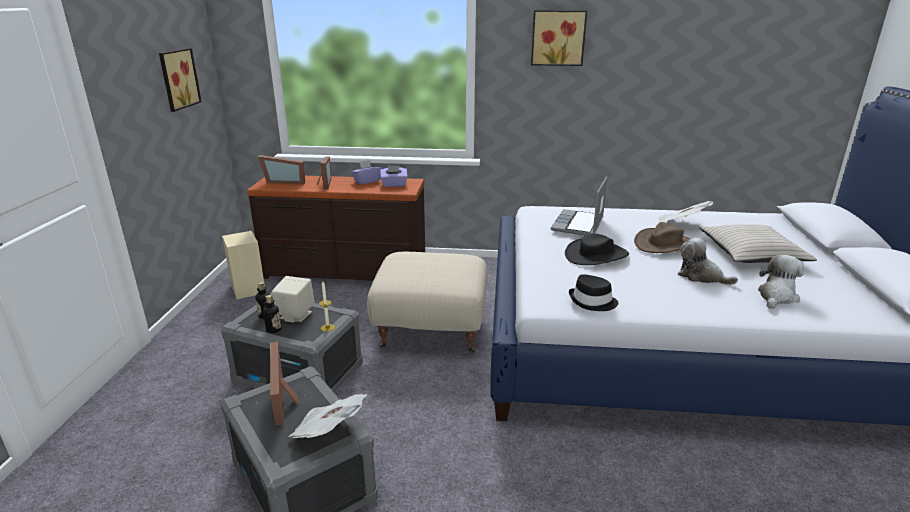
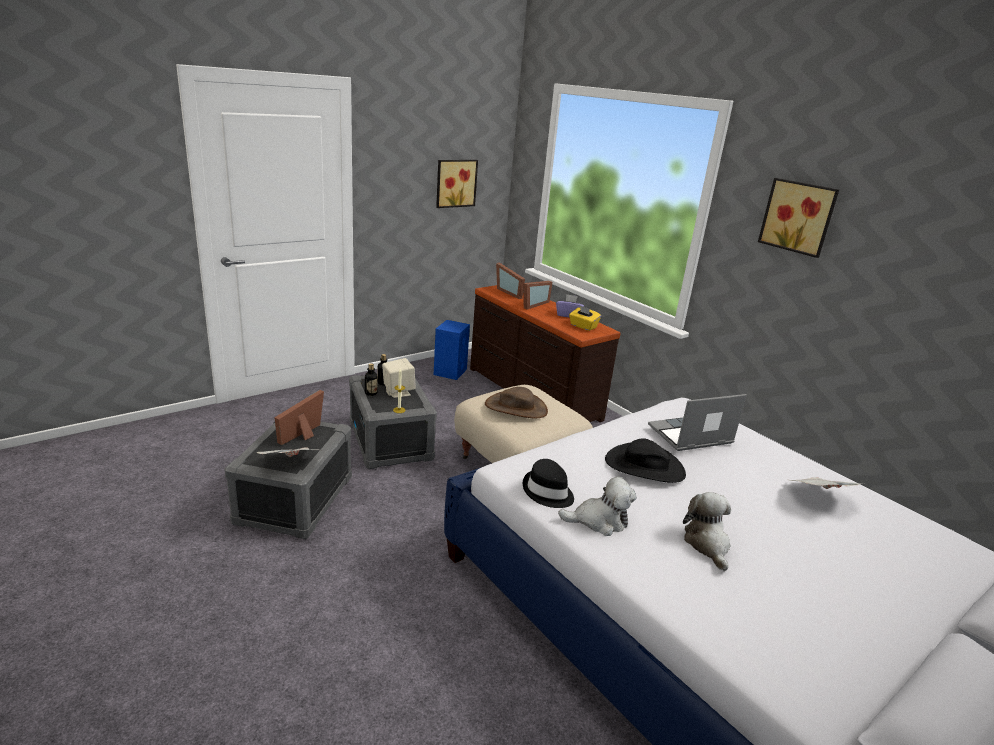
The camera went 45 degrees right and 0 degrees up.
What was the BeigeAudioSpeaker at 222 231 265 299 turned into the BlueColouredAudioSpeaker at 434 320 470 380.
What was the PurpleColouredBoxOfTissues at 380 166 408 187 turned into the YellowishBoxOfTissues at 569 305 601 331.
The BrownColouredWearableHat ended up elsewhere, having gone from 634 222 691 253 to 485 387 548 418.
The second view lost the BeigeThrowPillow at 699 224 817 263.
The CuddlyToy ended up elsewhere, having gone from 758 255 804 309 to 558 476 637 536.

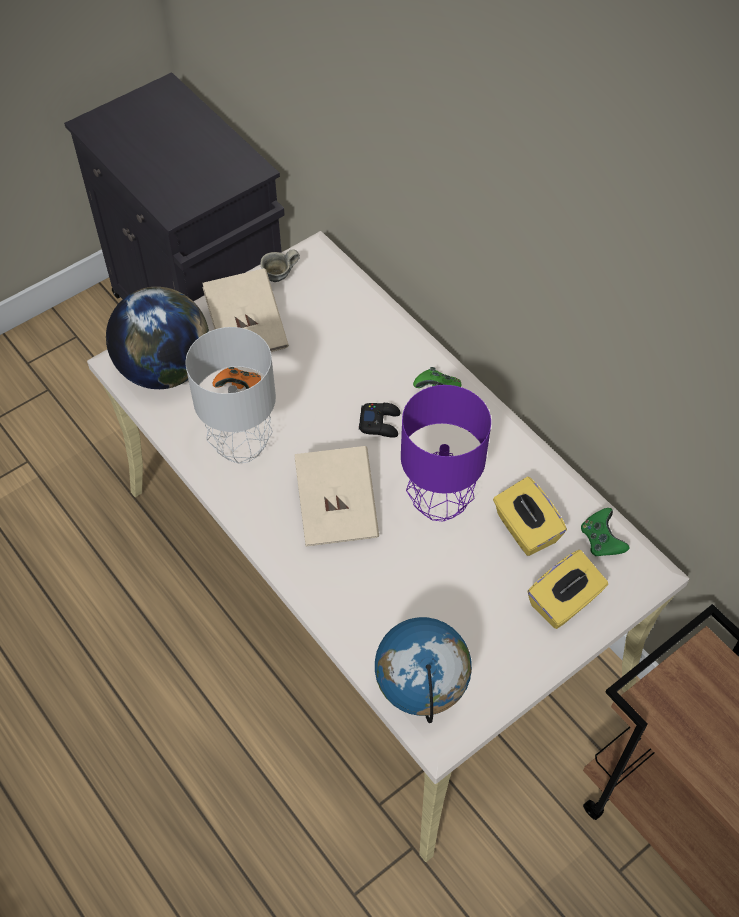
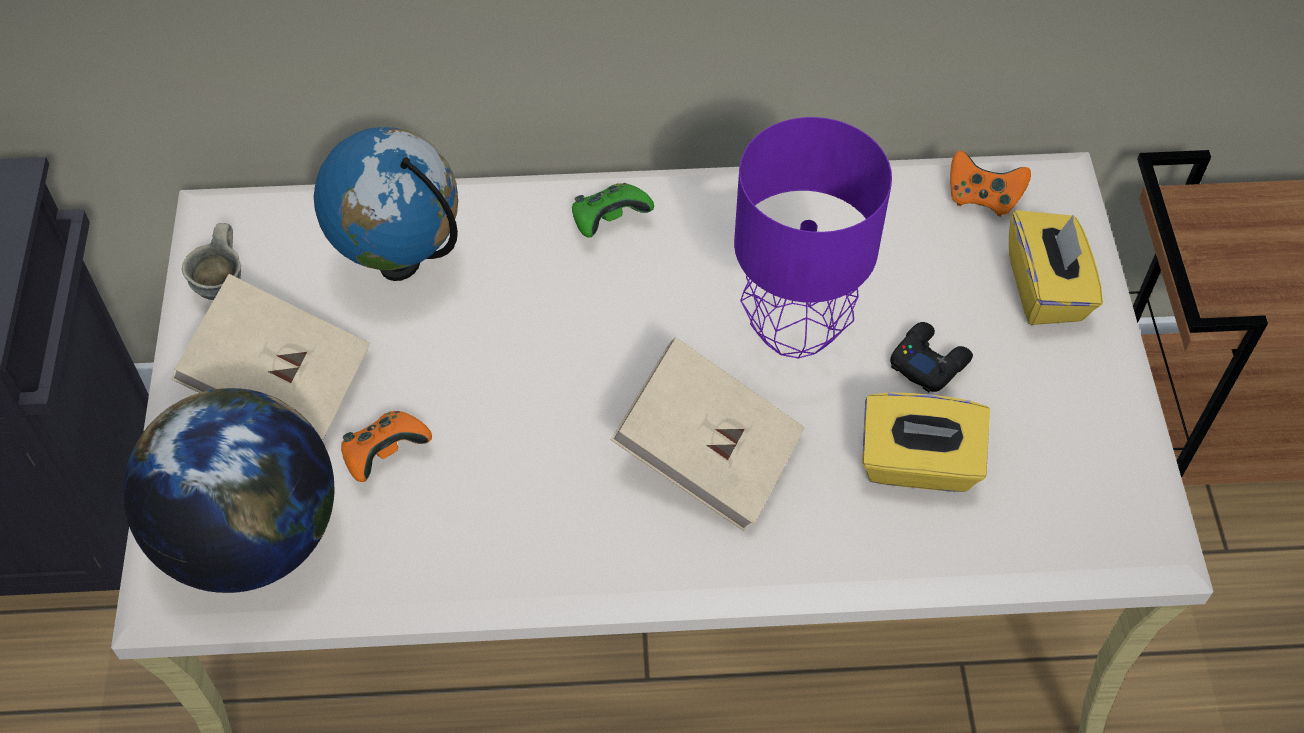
The camera went 55 degrees left and 0 degrees up.
The second view lost the GreyLampForATable at 186 327 276 464.
The BlackGamepad ended up elsewhere, having gone from 359 403 400 438 to 890 322 973 392.
The DeskGlobe ended up elsewhere, having gone from 375 617 472 723 to 314 127 458 281.
The YellowishBoxOfTissues ended up elsewhere, having gone from 493 477 567 556 to 862 392 990 492.
What was the GreenishGamepad at 581 508 630 556 turned into the OrangeyGamepad at 950 151 1031 217.

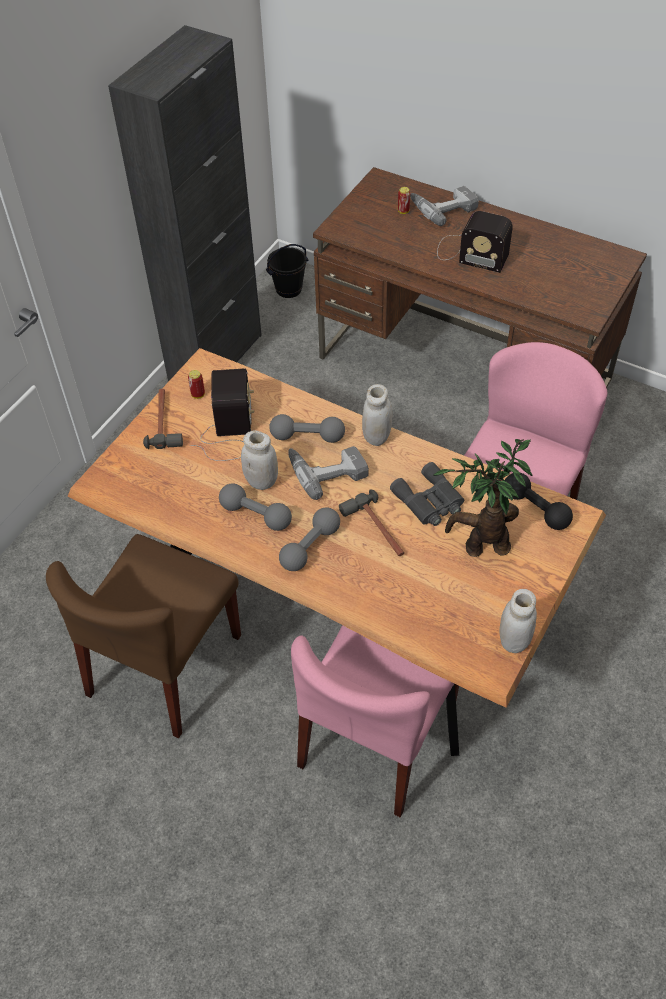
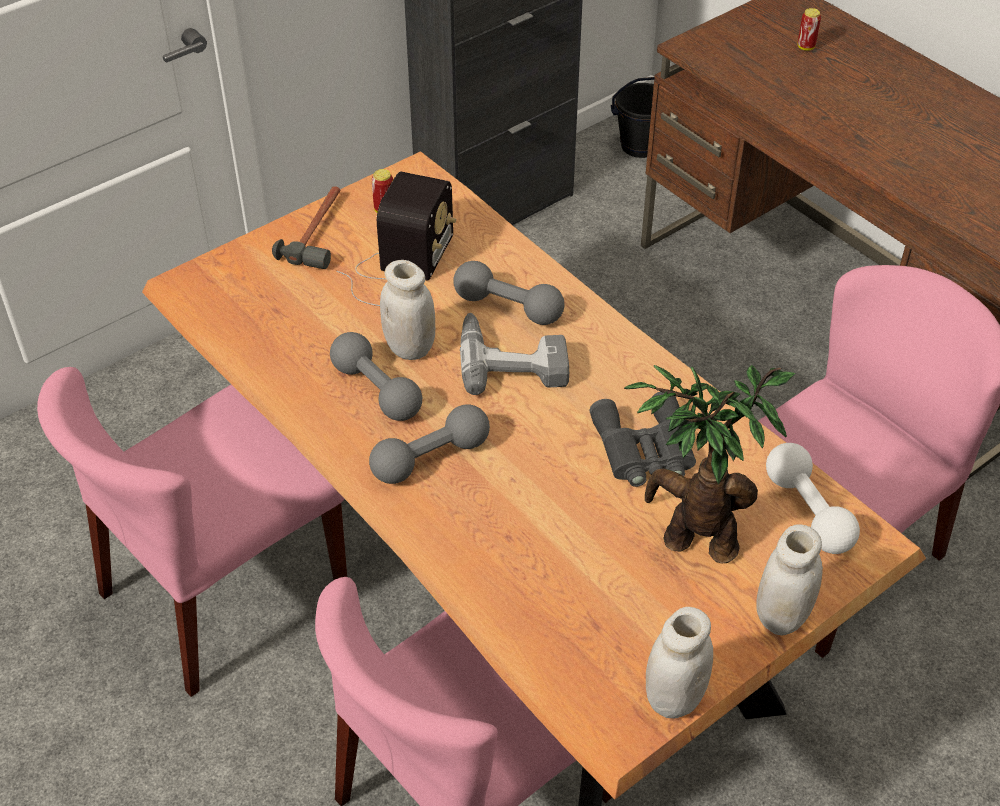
The camera went 20 degrees right and 5 degrees down.
What was the BrownColouredUprightChair at 46 534 241 738 turned into the PinkColouredUprightChair at 37 367 347 697.
The second view lost the ToolHammer at 339 490 404 556.
The WhitePreserveJar ended up elsewhere, having gone from 362 384 392 446 to 756 524 823 636.
The second view lost the PowerDrill at 410 186 479 226.
The second view lost the Radio at 437 211 513 273.
What was the BlackHandWeight at 505 473 573 530 turned into the WhiteHandWeight at 766 443 860 554.

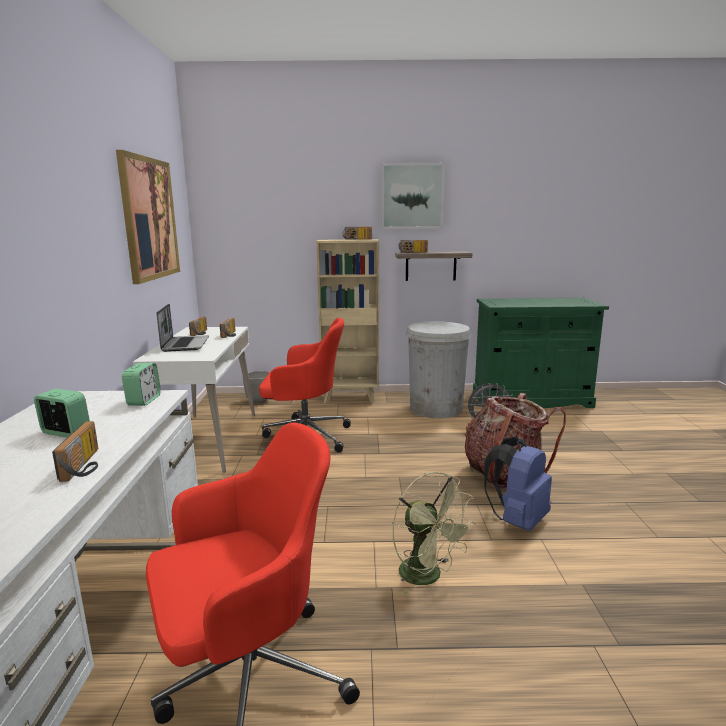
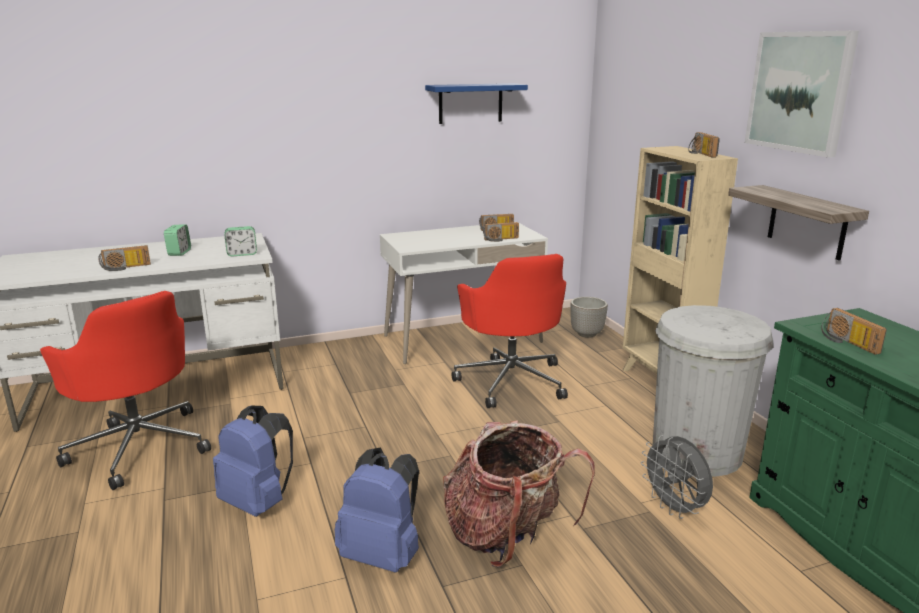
The camera went 70 degrees right and 5 degrees up.
Where the WallArt hung at 116 150 180 284, the BlueColouredBracketShelf came to hang at 425 83 528 124.
The second view lost the Laptop at 157 304 209 352.
Where the GreenishElectricFan stood at 393 472 476 597, the BlueColouredKnapsack came to stand at 213 406 293 517.
The Radio ended up elsewhere, having gone from 399 240 428 253 to 821 308 887 355.

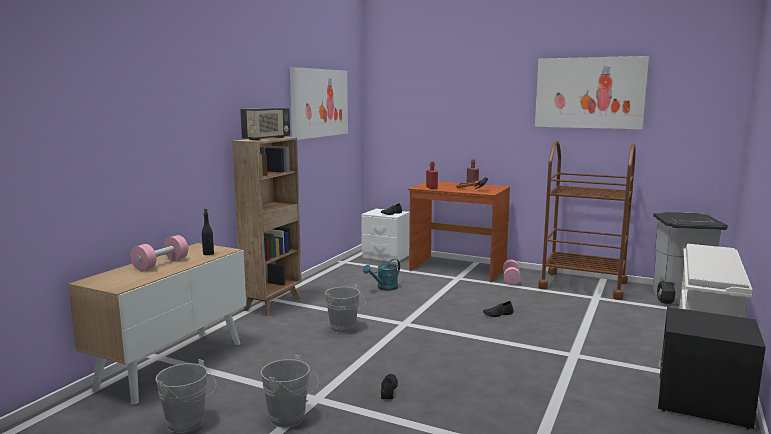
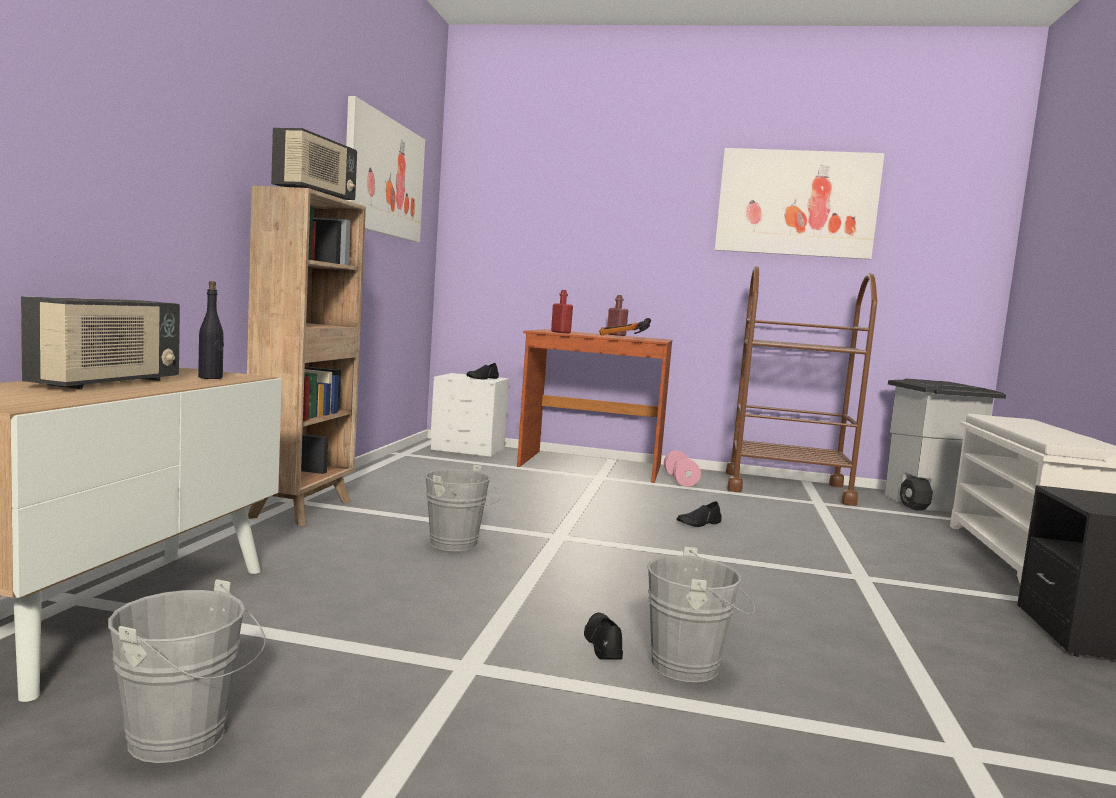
The camera went 15 degrees left and 5 degrees down.
Where the PinkColouredHandWeight stood at 130 235 188 271, the Radio came to stand at 21 296 180 389.
The GreyWaterBucket ended up elsewhere, having gone from 260 355 319 428 to 647 547 755 683.
The second view lost the BlueGreenWateringPot at 363 259 400 291.

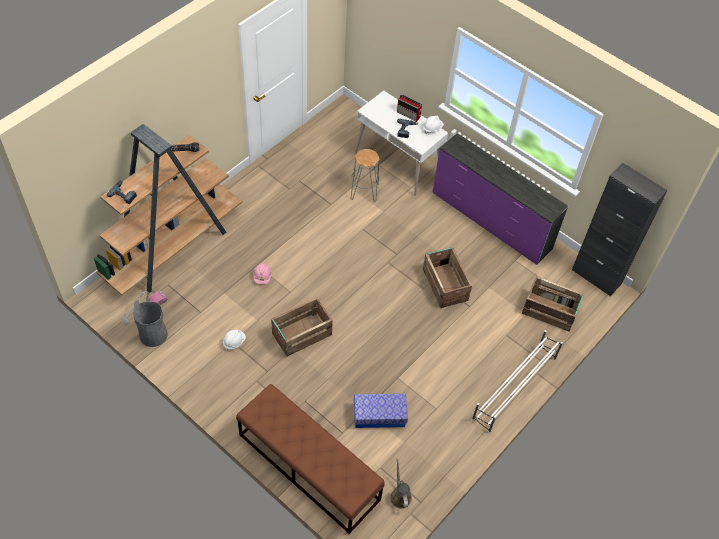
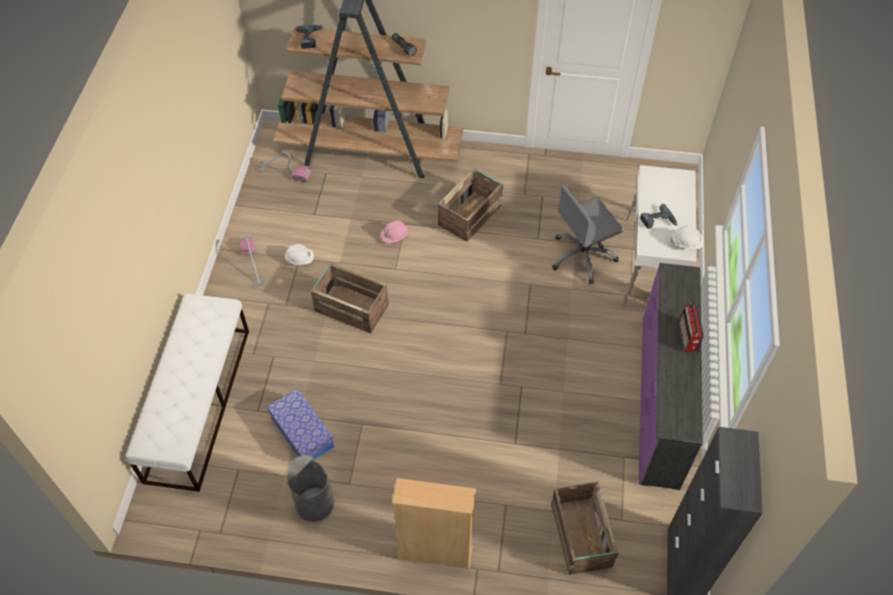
The camera went 60 degrees right and 0 degrees up.
The GreyWasteBin ended up elsewhere, having gone from 133 300 168 347 to 287 455 334 522.
What was the BrownColouredBench at 236 384 385 534 turned into the WhiteBench at 125 294 249 492.
Where the GreyStool stood at 351 149 380 202, the GreyComputerChair came to stand at 552 185 624 284.
The second view lost the BrownColouredWateringPot at 390 459 412 509.
The Radio ended up elsewhere, having gone from 397 95 422 122 to 679 303 704 352.
The PackingCrate ended up elsewhere, having gone from 423 247 472 308 to 438 168 503 242.
Where the WhiteShoeRack stood at 472 330 563 433, the BeigeBookshelf came to stand at 392 478 476 569.
The second view gained the Hoover at 239 236 266 287.

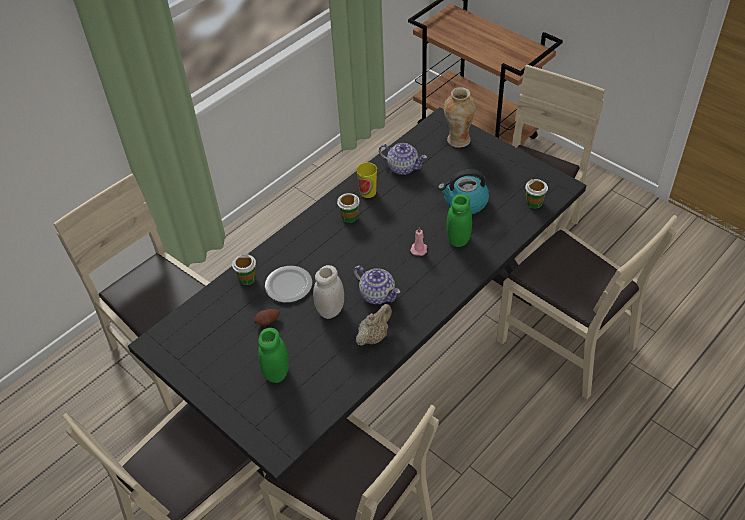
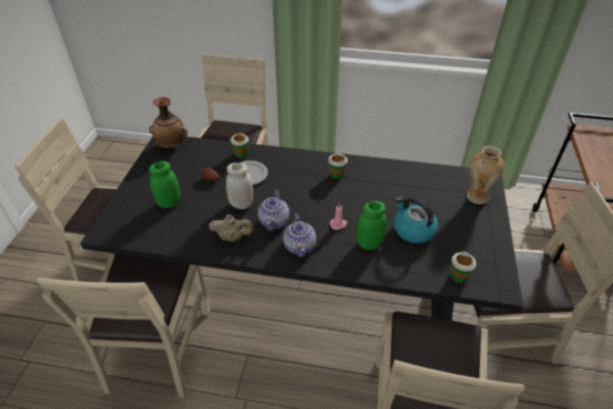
The camera went 55 degrees right and 5 degrees down.
The second view lost the DrinkingCup at 356 162 377 198.
The Teapot ended up elsewhere, having gone from 379 143 427 175 to 283 214 316 257.
The second view gained the Vase at 149 97 187 148.

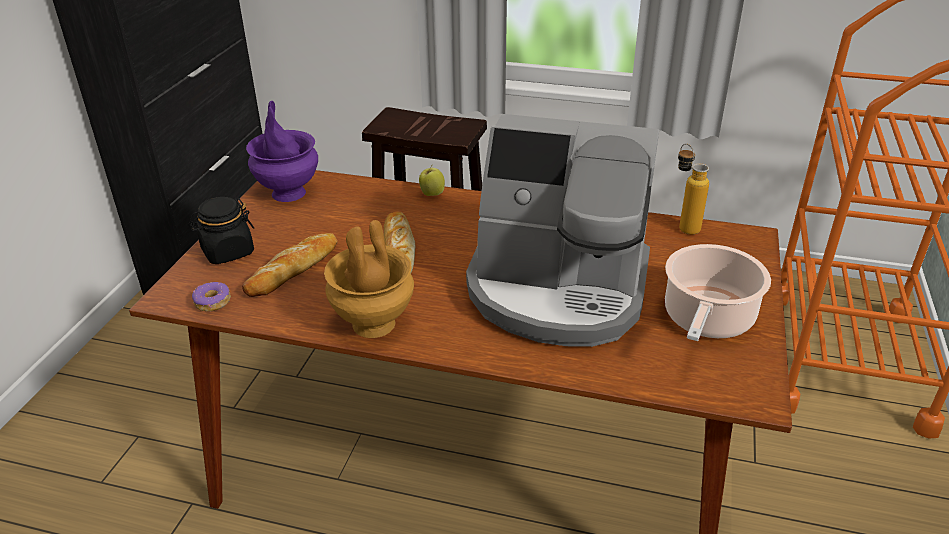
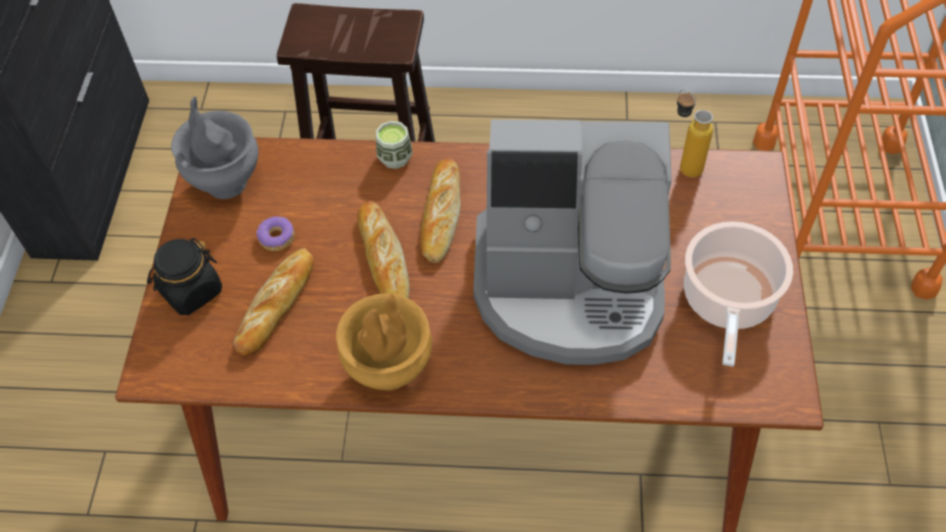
The camera went 10 degrees left and 20 degrees up.
The Doughnut ended up elsewhere, having gone from 192 282 231 312 to 256 217 294 251.
What was the PurpleColouredVase at 246 101 318 202 turned into the GreyVase at 171 96 258 199.
Where the Apple stood at 419 164 445 196, the DrinkingCup came to stand at 376 121 412 169.
The second view gained the BakedBread at 421 158 461 263.

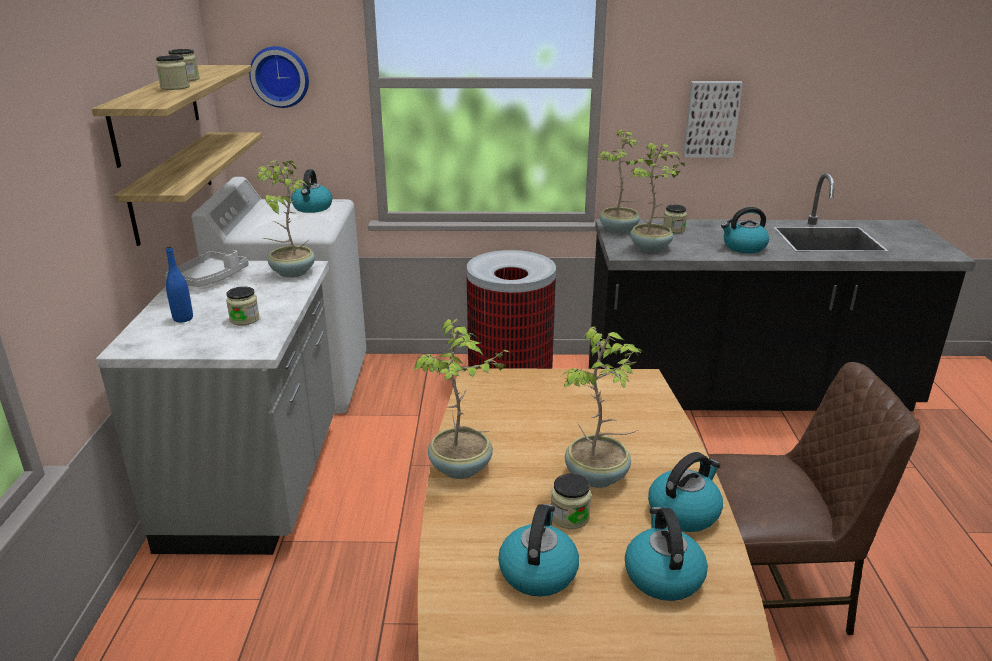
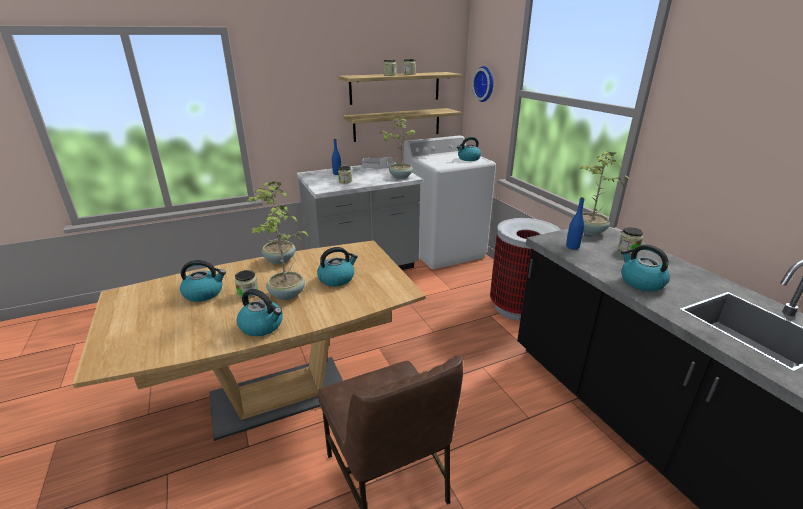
The camera went 65 degrees right and 0 degrees up.
The WaterKettle ended up elsewhere, having gone from 625 507 708 601 to 317 247 358 287.
Where the PottedPlant stood at 630 142 685 252, the BlueColouredBeverageBottle came to stand at 566 197 584 250.
The second view lost the WallArt at 683 81 743 158.

